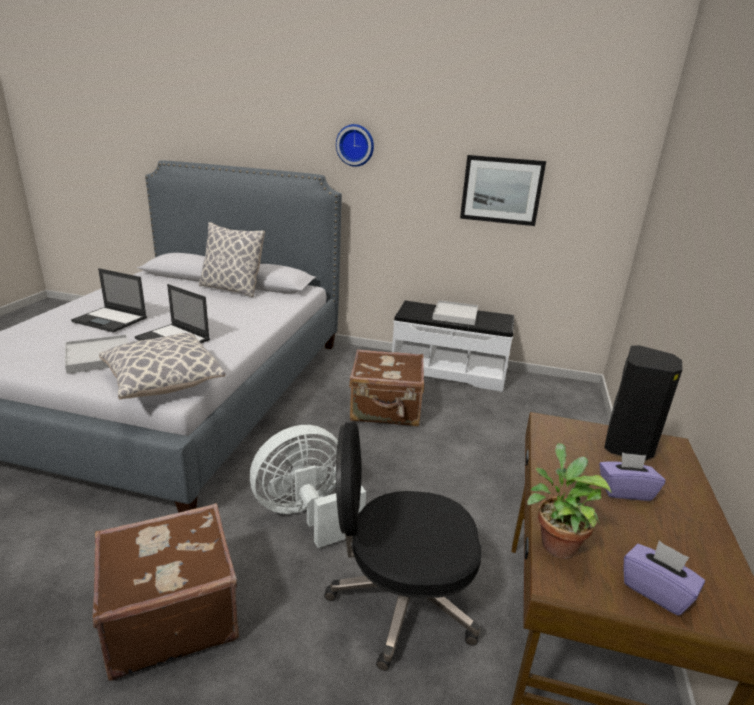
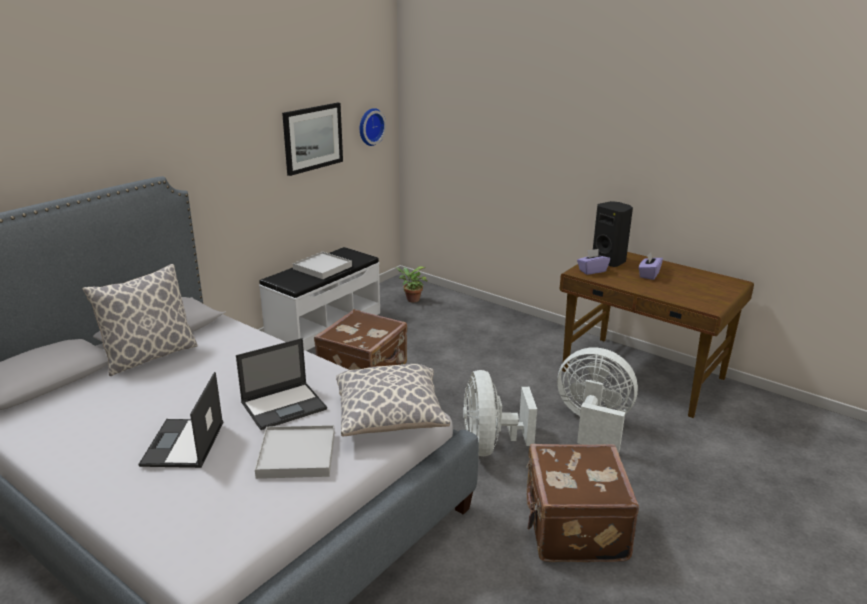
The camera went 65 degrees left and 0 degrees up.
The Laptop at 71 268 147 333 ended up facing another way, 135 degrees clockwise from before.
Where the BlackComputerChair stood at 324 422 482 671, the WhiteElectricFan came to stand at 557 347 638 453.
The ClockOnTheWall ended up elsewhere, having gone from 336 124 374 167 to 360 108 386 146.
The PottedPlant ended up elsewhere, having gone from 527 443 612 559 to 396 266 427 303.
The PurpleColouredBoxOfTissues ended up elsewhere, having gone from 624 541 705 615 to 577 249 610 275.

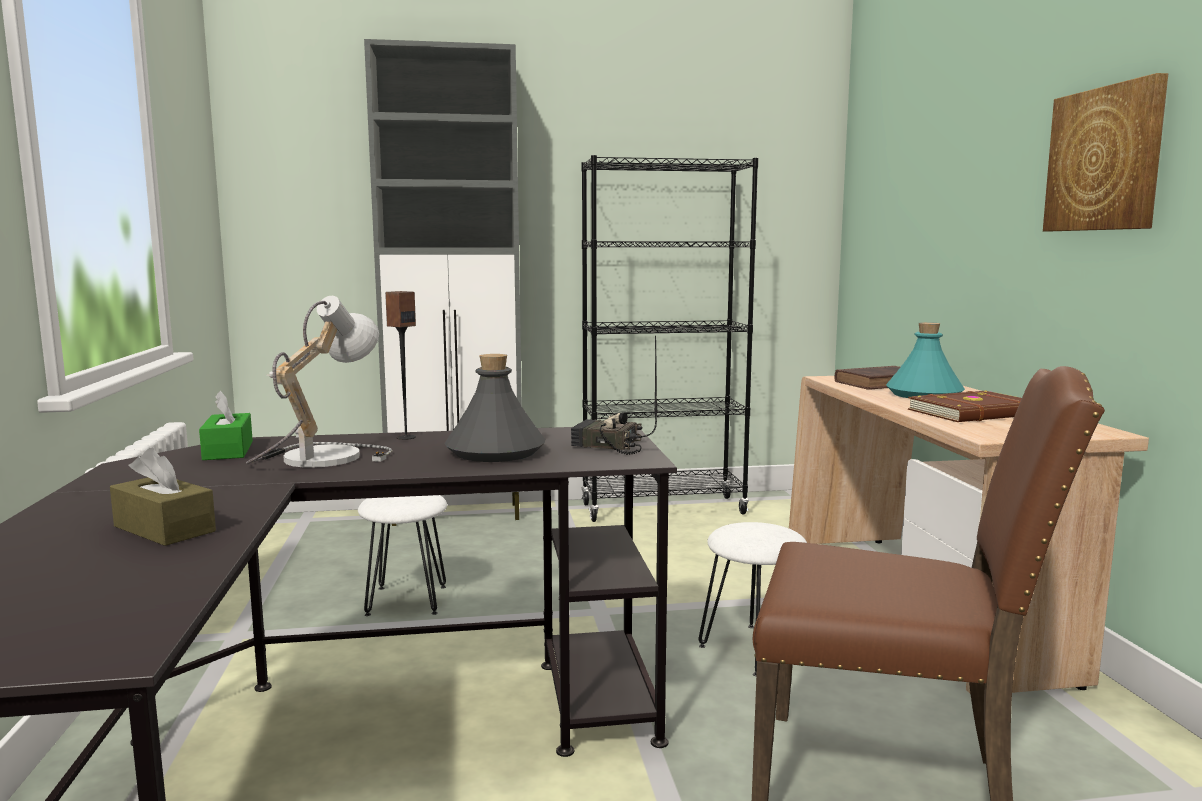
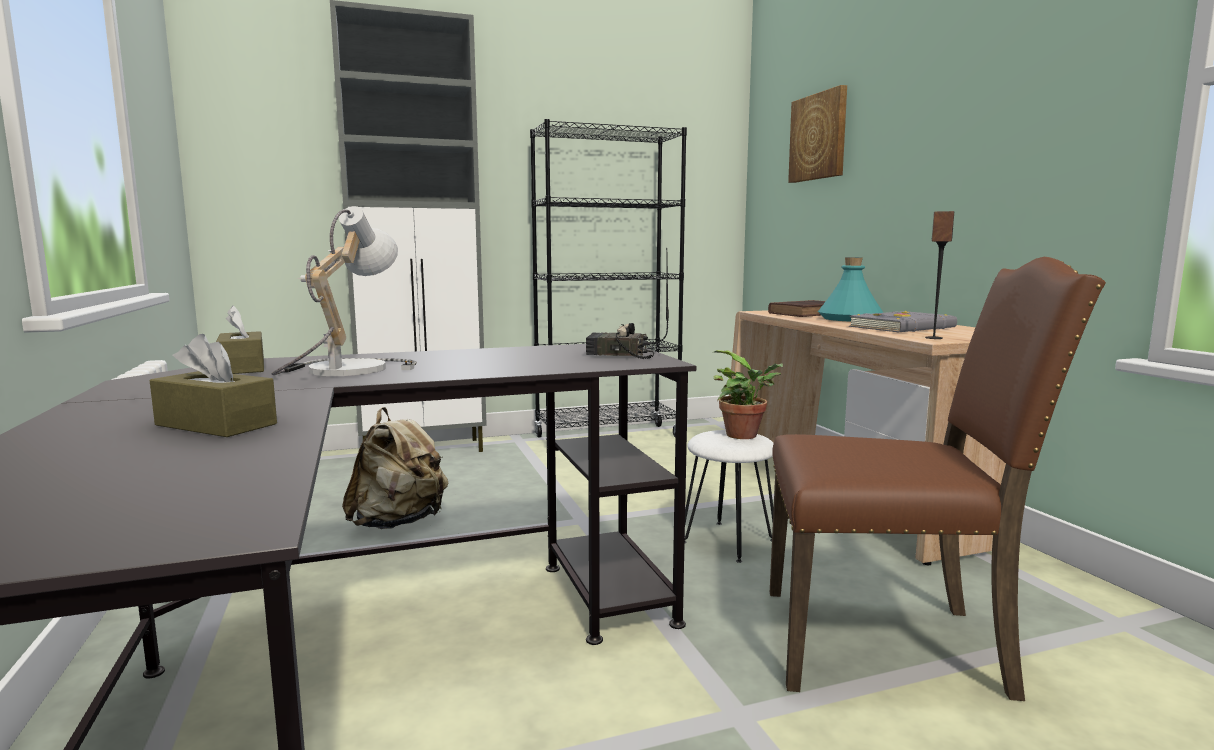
The camera went 10 degrees left and 0 degrees up.
What was the GreenishBoxOfTissues at 199 391 253 460 turned into the BrownColouredBoxOfTissues at 216 305 264 374.
Where the WhiteStool stood at 358 495 447 616, the BeigeKnapsack came to stand at 342 407 449 529.
The AudioSpeaker ended up elsewhere, having gone from 385 291 416 440 to 925 211 954 339.
The second view lost the GreyBeverageBottle at 444 354 545 462.
What was the BrownColouredBook at 908 390 1022 422 turned into the GreyBook at 849 311 957 332.
The WallArt ended up elsewhere, having gone from 1043 73 1168 231 to 788 85 847 183.
The second view gained the PottedPlant at 712 350 783 439.

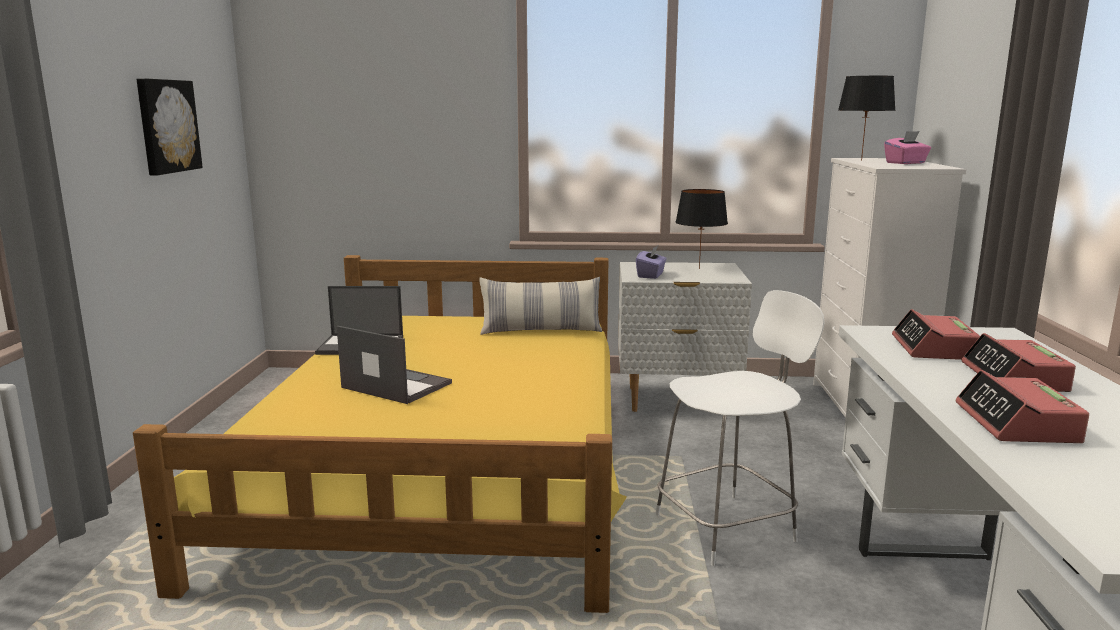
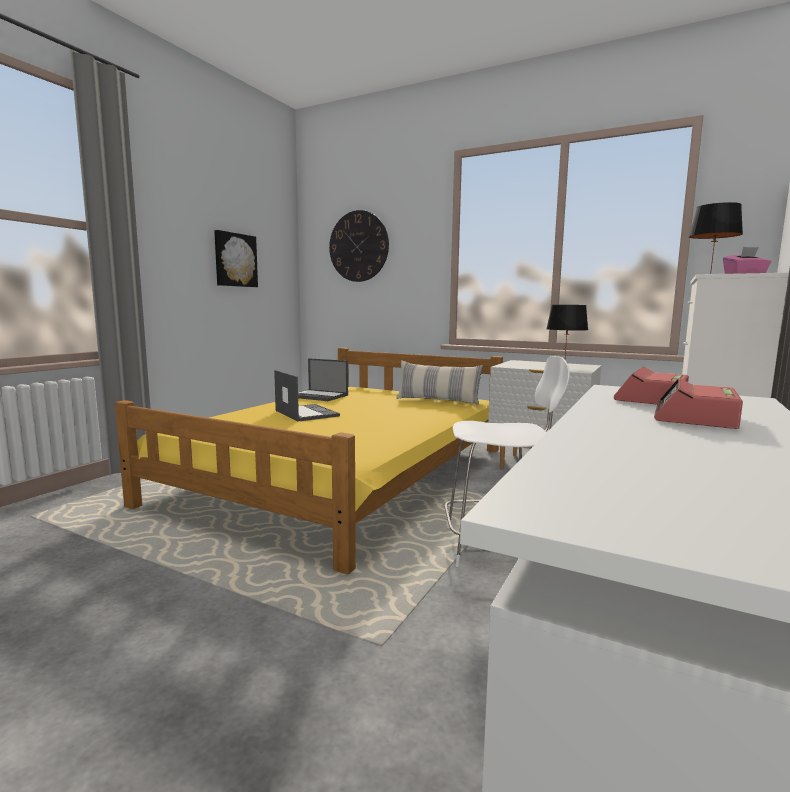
The camera went 25 degrees right and 5 degrees down.
The second view lost the PurpleColouredBoxOfTissues at 636 246 667 279.
The second view lost the TableClock at 956 370 1089 443.
The second view gained the ClockOnTheWall at 329 210 389 282.

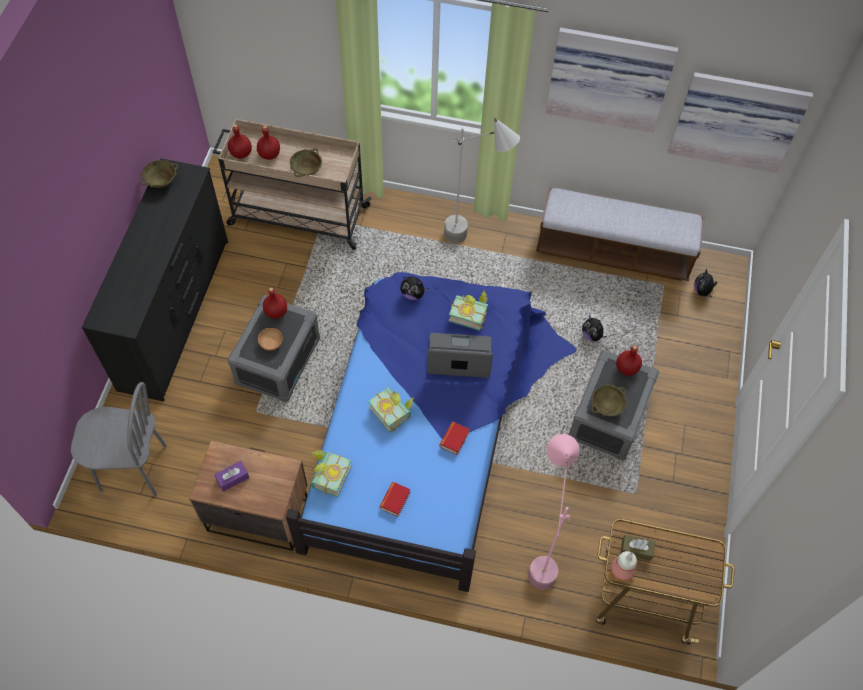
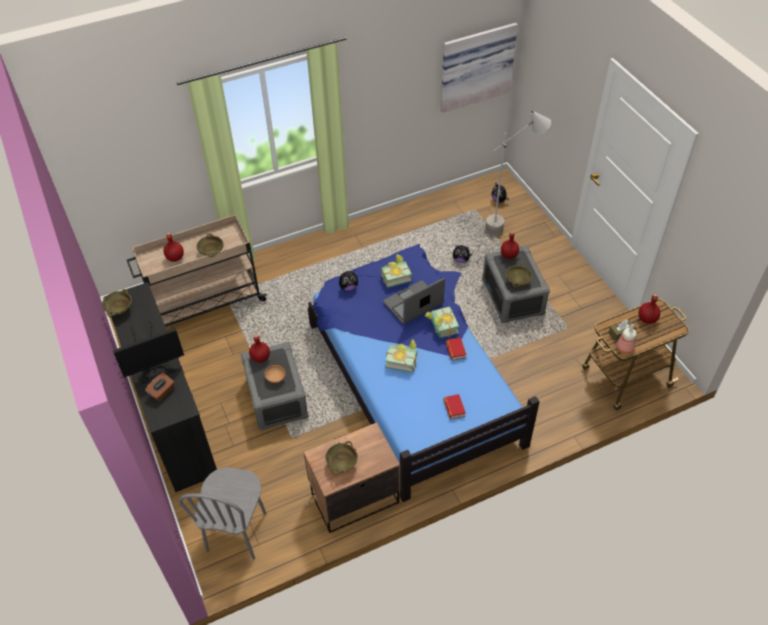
The camera went 35 degrees left and 10 degrees down.
The GreyUprightChair at 71 382 167 496 ended up facing another way, 135 degrees clockwise from before.
Where the PurpleColouredBoxOfTissues stood at 215 461 250 492, the BeigeBowl came to stand at 326 441 358 475.
The RedColouredBeverageBottle ended up elsewhere, having gone from 228 124 252 159 to 638 294 660 324.
The Book ended up elsewhere, having gone from 310 450 352 497 to 425 307 459 338.
The GreyStandingLamp ended up elsewhere, having gone from 444 118 520 243 to 485 111 551 236.
The second view lost the PinkColouredStandingLamp at 528 434 579 589.
The second view lost the Bench at 536 186 705 281.
The second view lost the WallArt at 546 28 678 133.
The second view gained the ComputerDisplay at 113 321 184 384.
The second view gained the BrownColouredBoxOfTissues at 145 373 174 401.

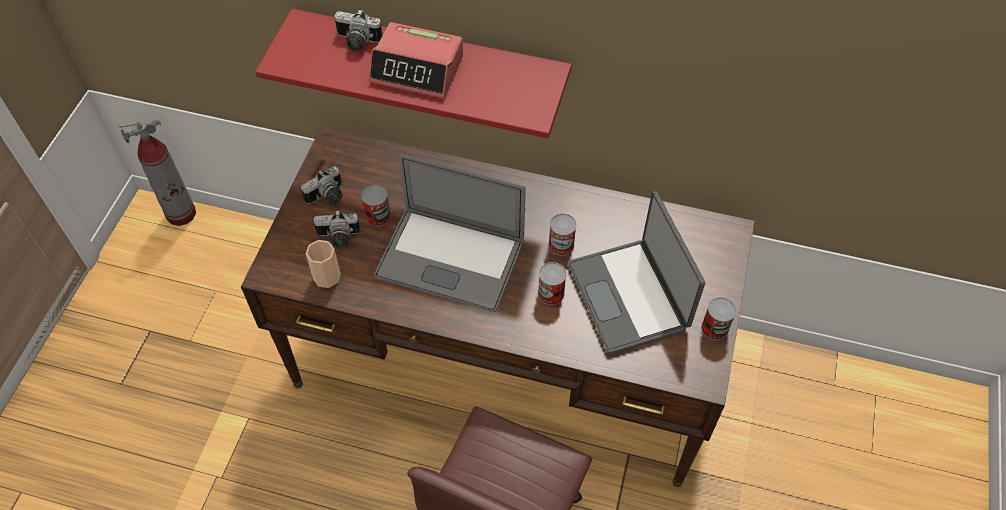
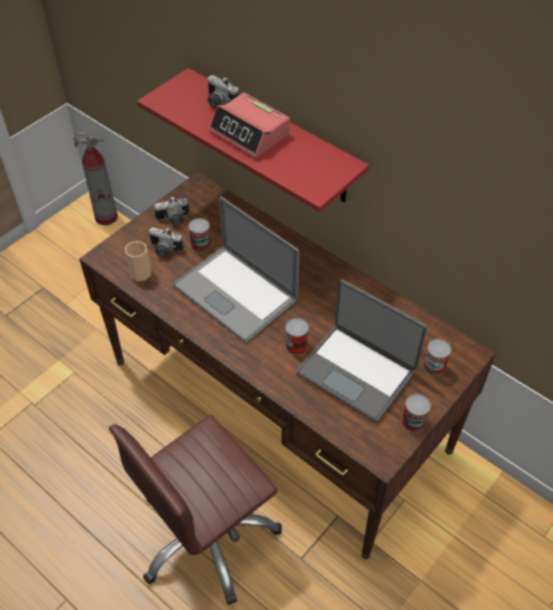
The camera went 25 degrees right and 5 degrees down.
The SealedCan ended up elsewhere, having gone from 548 213 576 256 to 423 339 451 376.
The Laptop at 568 191 705 355 ended up facing another way, 60 degrees counterclockwise from before.

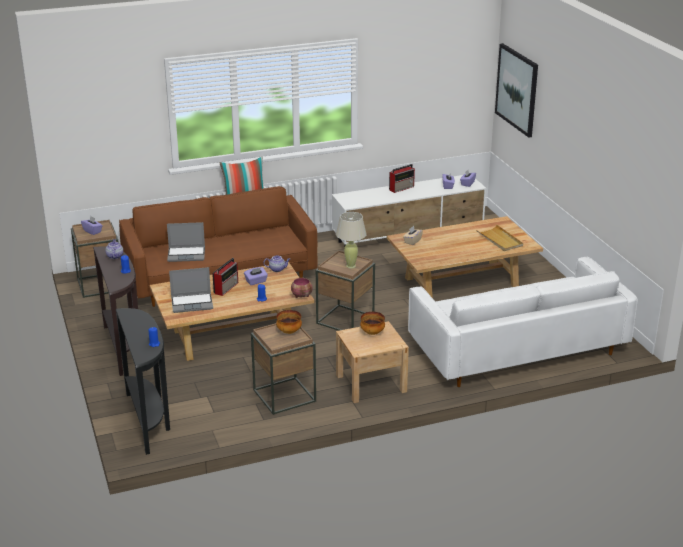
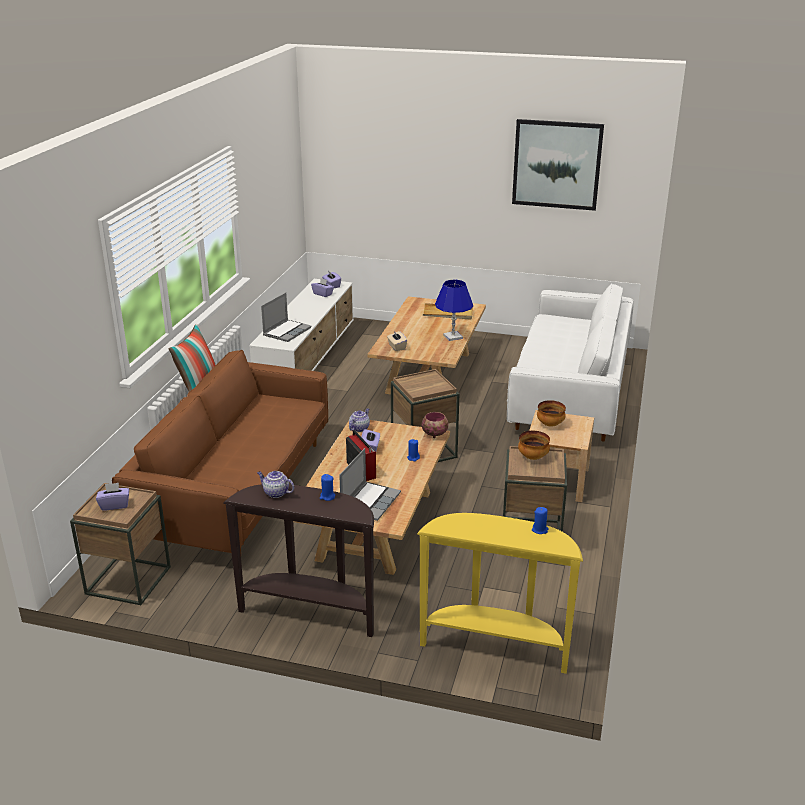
The camera went 55 degrees left and 0 degrees up.
What was the BlackHallTable at 116 308 170 455 turned into the YellowishHallTable at 417 513 583 674.
The Laptop ended up elsewhere, having gone from 167 222 205 262 to 261 293 311 342.
The second view lost the BeigeLampForATable at 336 212 367 268.
The second view lost the Radio at 389 164 415 193.
The WallArt ended up elsewhere, having gone from 495 43 538 138 to 512 119 604 211.
The second view gained the BlueColouredLampForATable at 435 280 473 341.

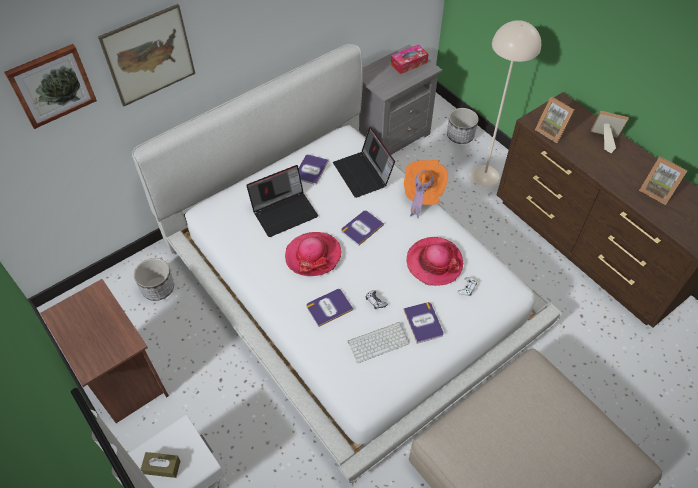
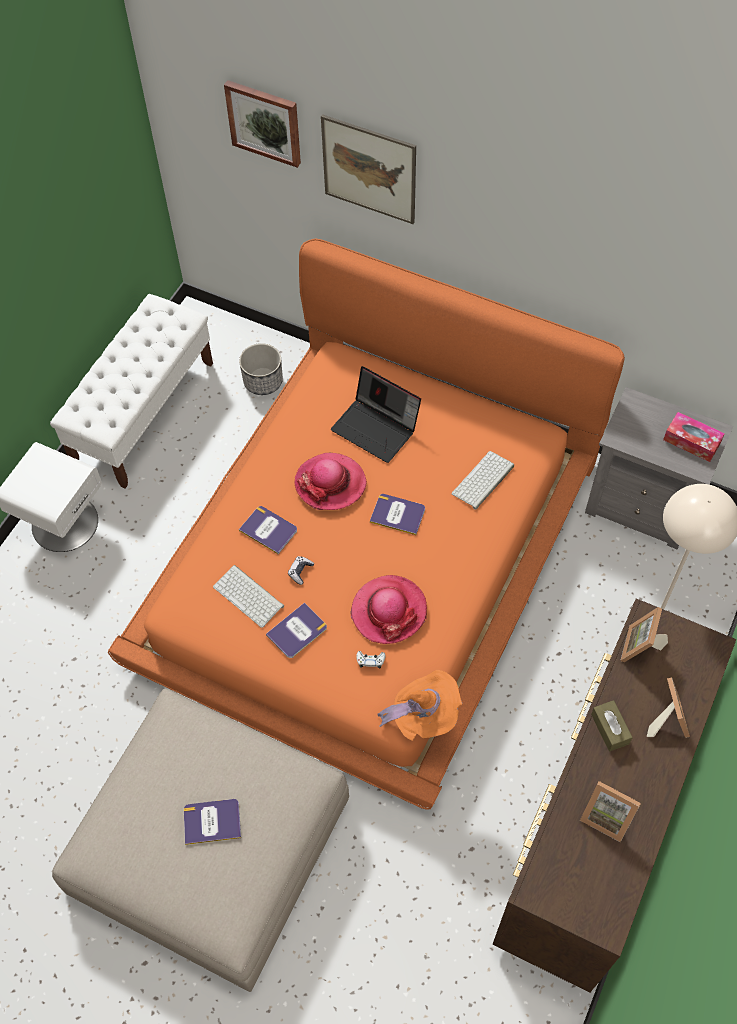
The camera went 65 degrees right and 5 degrees up.
Where the BrownColouredNightTable stood at 40 279 169 423, the WhiteBench came to stand at 50 294 213 488.
What was the WhiteSleepingBed at 132 44 562 483 turned into the OrangeySleepingBed at 108 238 625 810.
The BrownColouredBoxOfTissues ended up elsewhere, having gone from 141 452 181 478 to 591 700 633 751.
The Book ended up elsewhere, having gone from 299 154 329 185 to 184 799 241 845.
Where the Laptop stood at 333 127 395 198, the ComputerKeyboard came to stand at 452 451 514 510.
The OrangeyWearableHat ended up elsewhere, having gone from 404 160 448 219 to 378 670 462 741.
The second view lost the PlantPot at 447 108 479 144.
The StandingFrame at 639 156 688 205 ended up facing another way, 75 degrees counterclockwise from before.

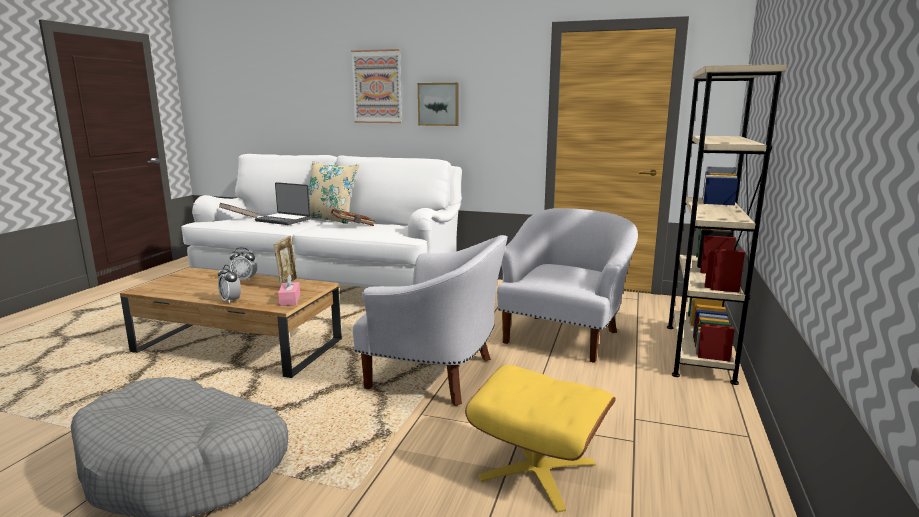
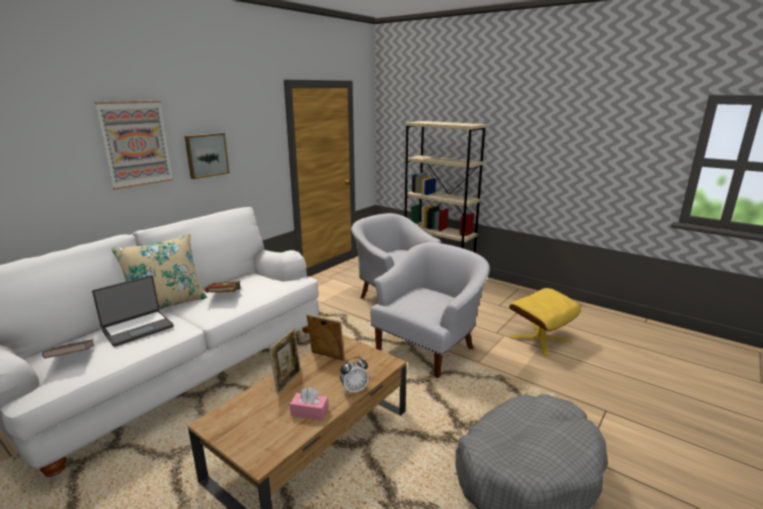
The camera went 70 degrees left and 5 degrees up.
Where the TableClock stood at 230 248 257 281, the StandingFrame came to stand at 269 328 301 394.
The PinkColouredBoxOfTissues ended up elsewhere, having gone from 278 275 300 306 to 290 387 329 420.

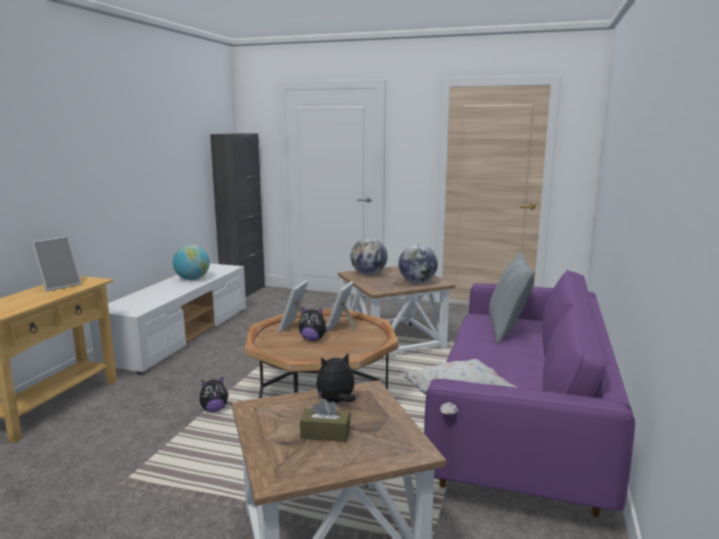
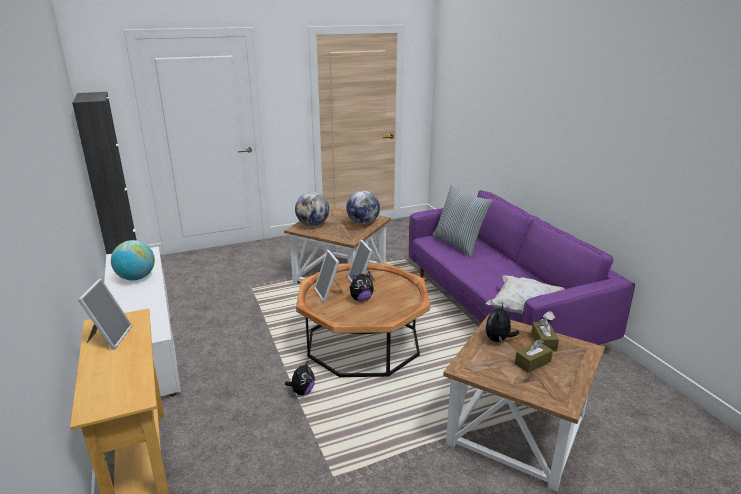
The camera went 40 degrees left and 10 degrees up.
The second view gained the BrownColouredBoxOfTissues at 531 319 559 351.

